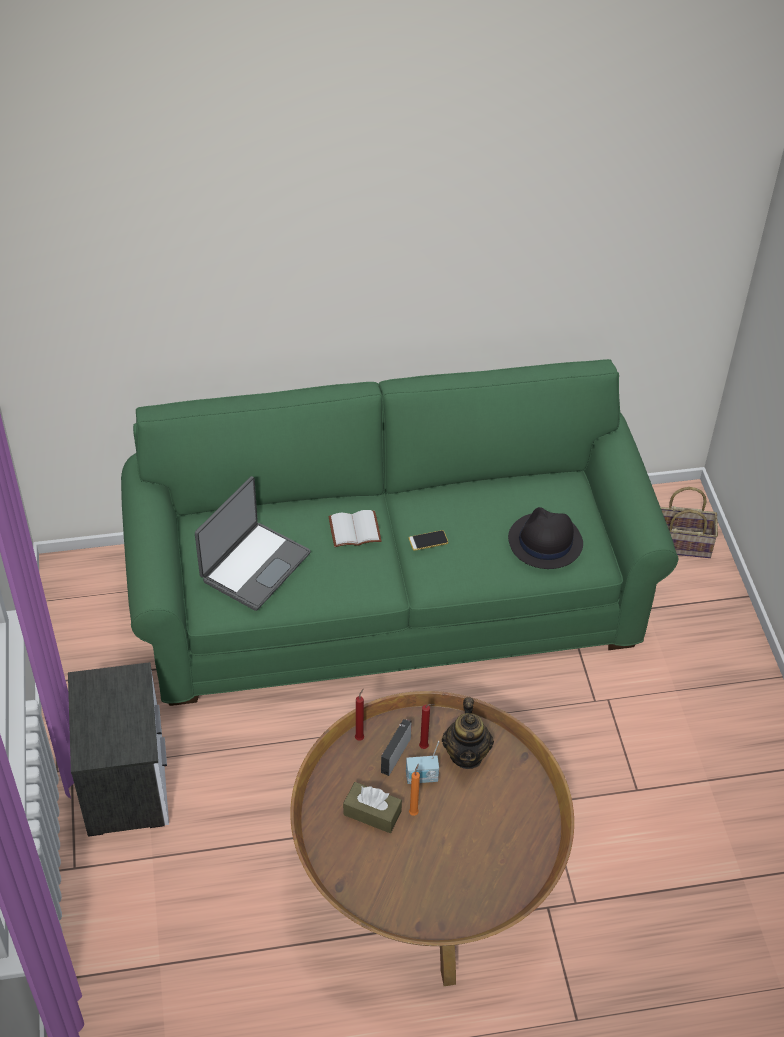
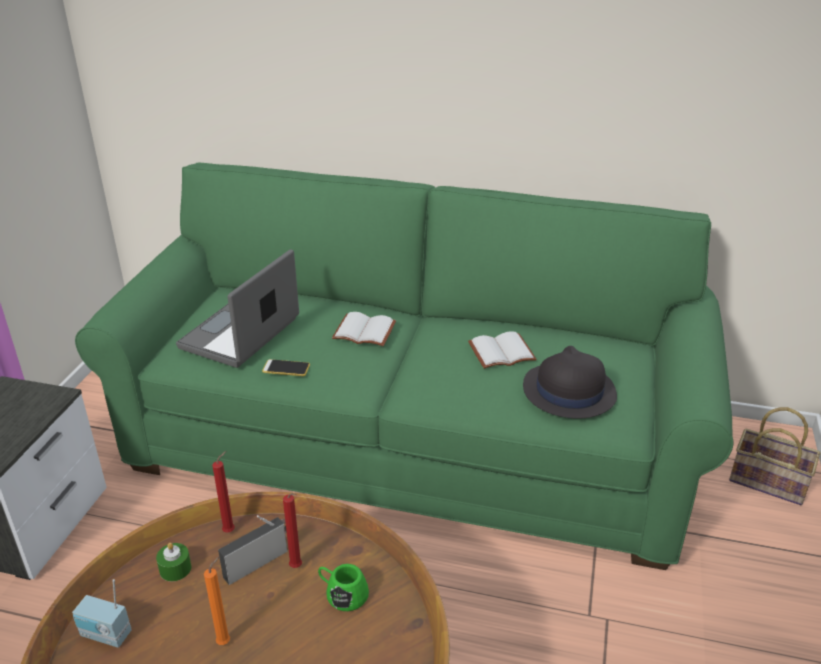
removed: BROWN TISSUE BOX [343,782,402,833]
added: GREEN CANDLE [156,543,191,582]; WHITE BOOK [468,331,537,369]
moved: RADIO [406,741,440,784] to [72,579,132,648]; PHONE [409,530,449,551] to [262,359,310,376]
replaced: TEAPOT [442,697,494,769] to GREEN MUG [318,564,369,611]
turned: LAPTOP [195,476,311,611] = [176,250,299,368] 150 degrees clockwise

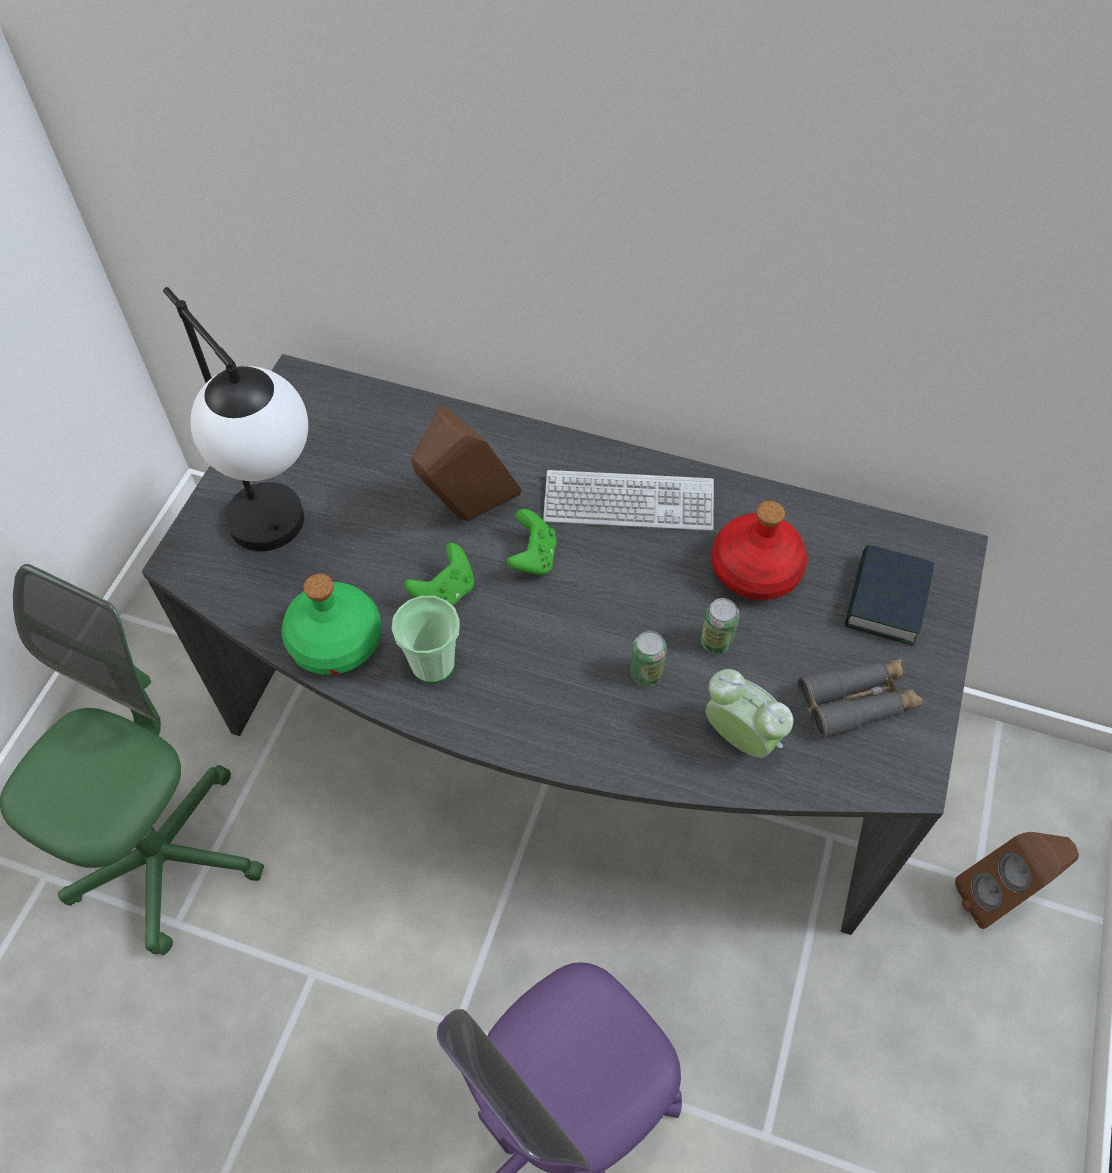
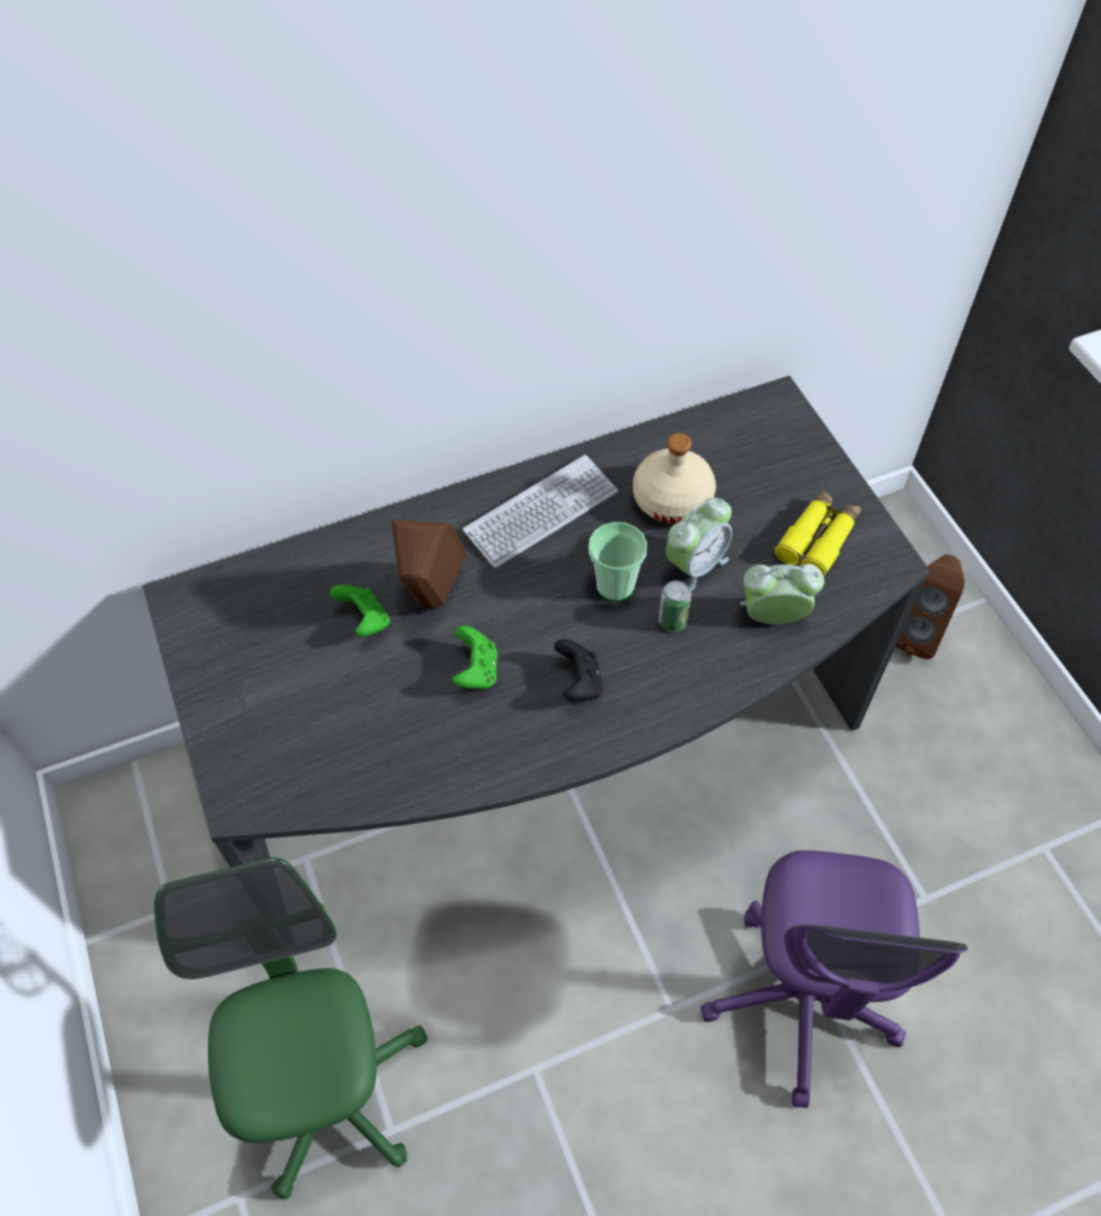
removed: TABLE LAMP [163,287,308,551]; GREEN BOTTLE [282,574,382,675]; BOOK [845,545,934,645]
added: BLACK GAME CONTROLLER [554,639,603,701]
moved: GREEN GAME CONTROLLER [507,509,557,576] to [330,585,390,637]; CUP [392,596,460,683] to [589,522,647,601]
replaced: CAN [701,598,739,654] to ALARM CLOCK [666,497,732,591]
recoloured: RED BOTTLE [712,501,807,600] to BEIGE BOTTLE [633,433,716,524]; GREY BINOCULARS [798,659,923,739] to YELLOW BINOCULARS [775,490,861,577]

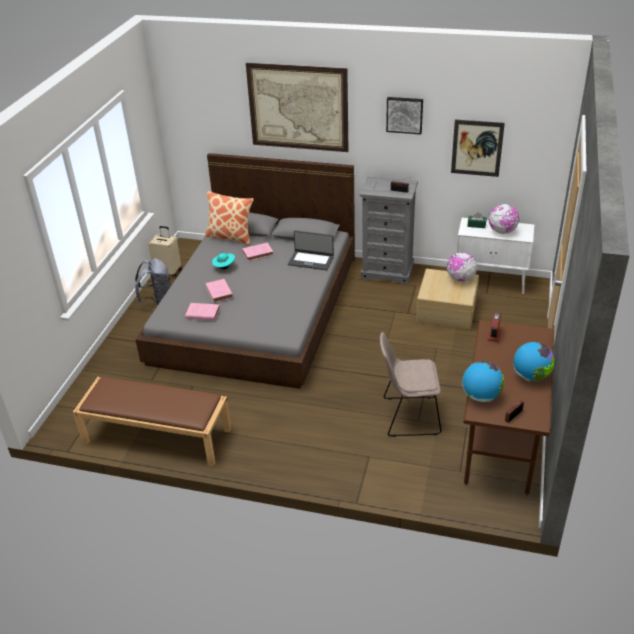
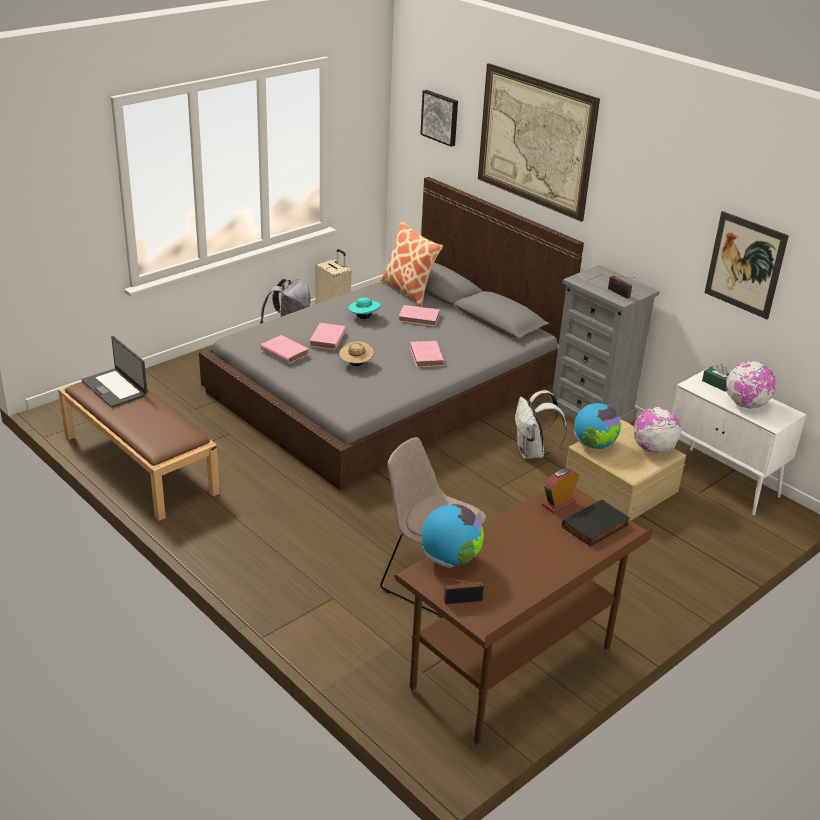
added: BEIGE HAT [339,342,374,366]; PINK BOOK [410,341,445,367]; WHITE BACKPACK [515,390,567,459]; BLACK BOOK [562,499,630,547]
moved: LAPTOP [288,231,334,270] to [81,336,147,408]; PICTURE [386,97,423,135] to [420,90,458,147]; GLOBE [514,342,555,381] to [574,403,621,449]

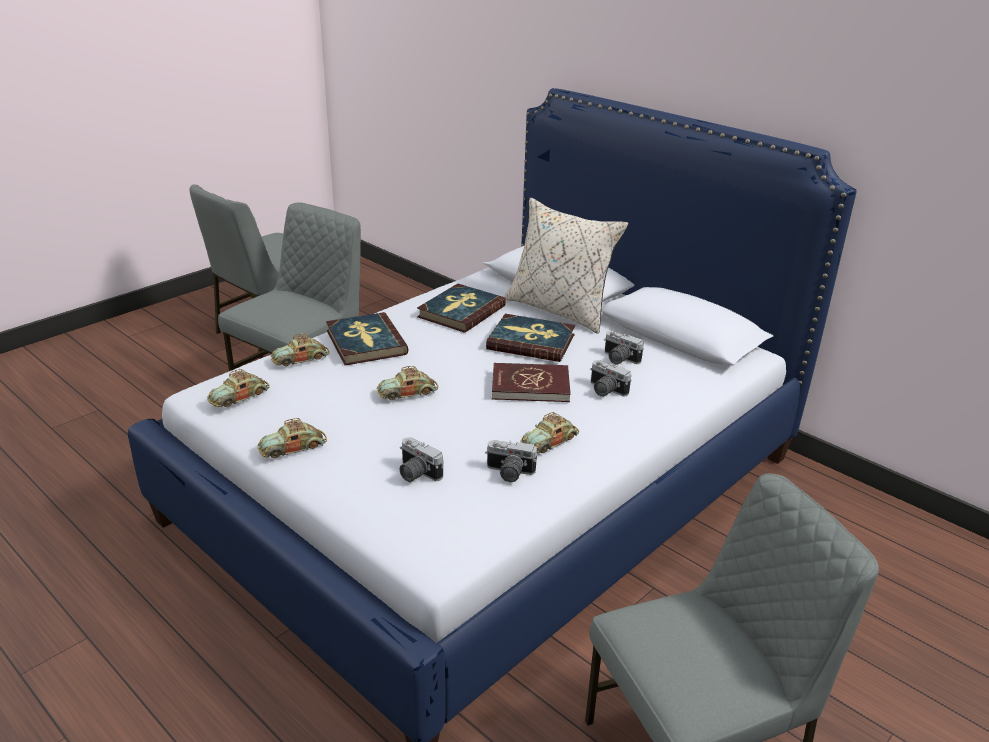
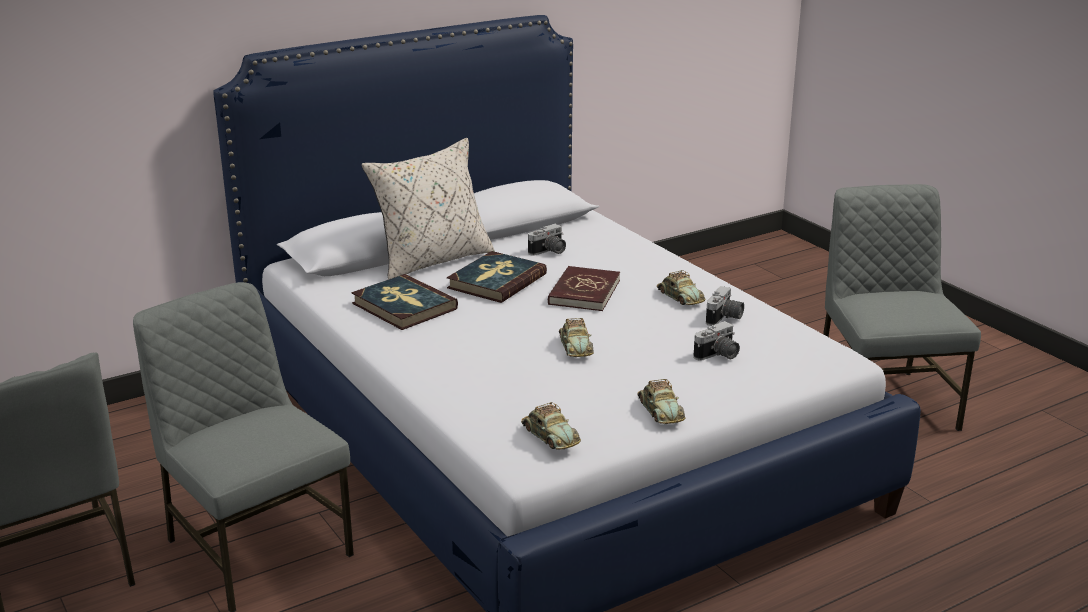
removed: TOY CAR [271,333,330,366]; BOOK [326,312,409,365]; PHOTO CAMERA [590,360,631,397]

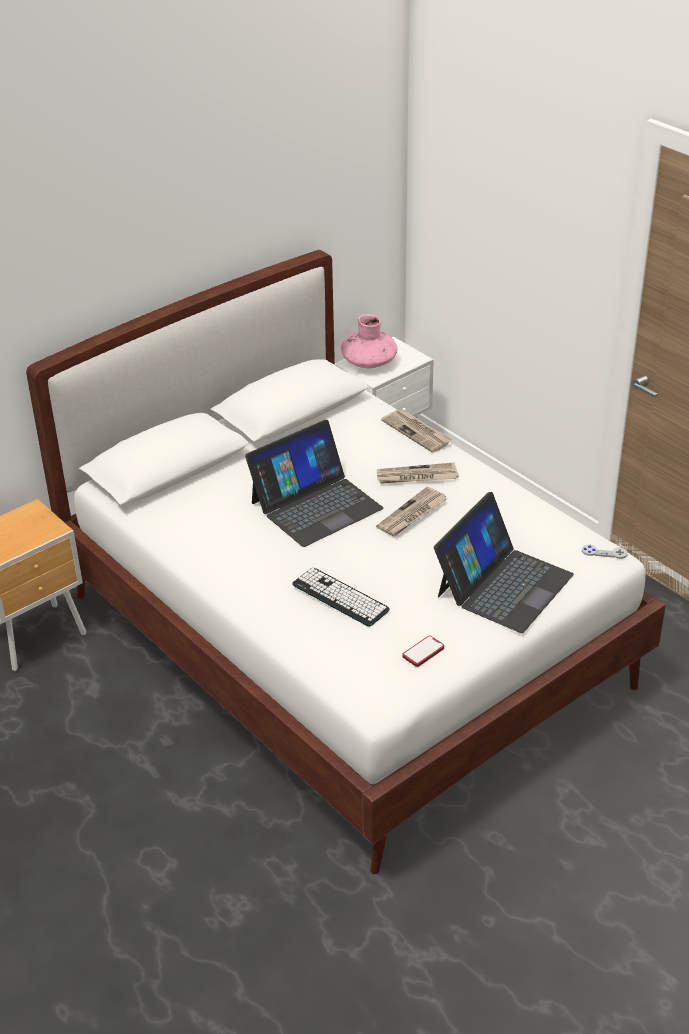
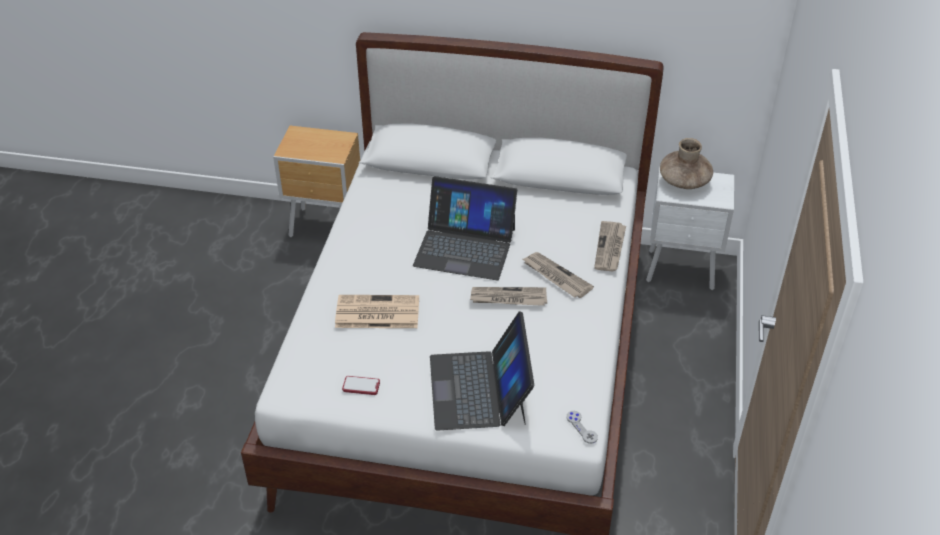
replaced: KEYBOARD [292,568,390,627] to NEWSPAPER [335,295,419,328]
recoloured: PINK VASE [341,314,397,368] to BROWN VASE [660,138,713,189]
turned: LAPTOP [434,492,574,633] = [430,311,534,431] 90 degrees clockwise

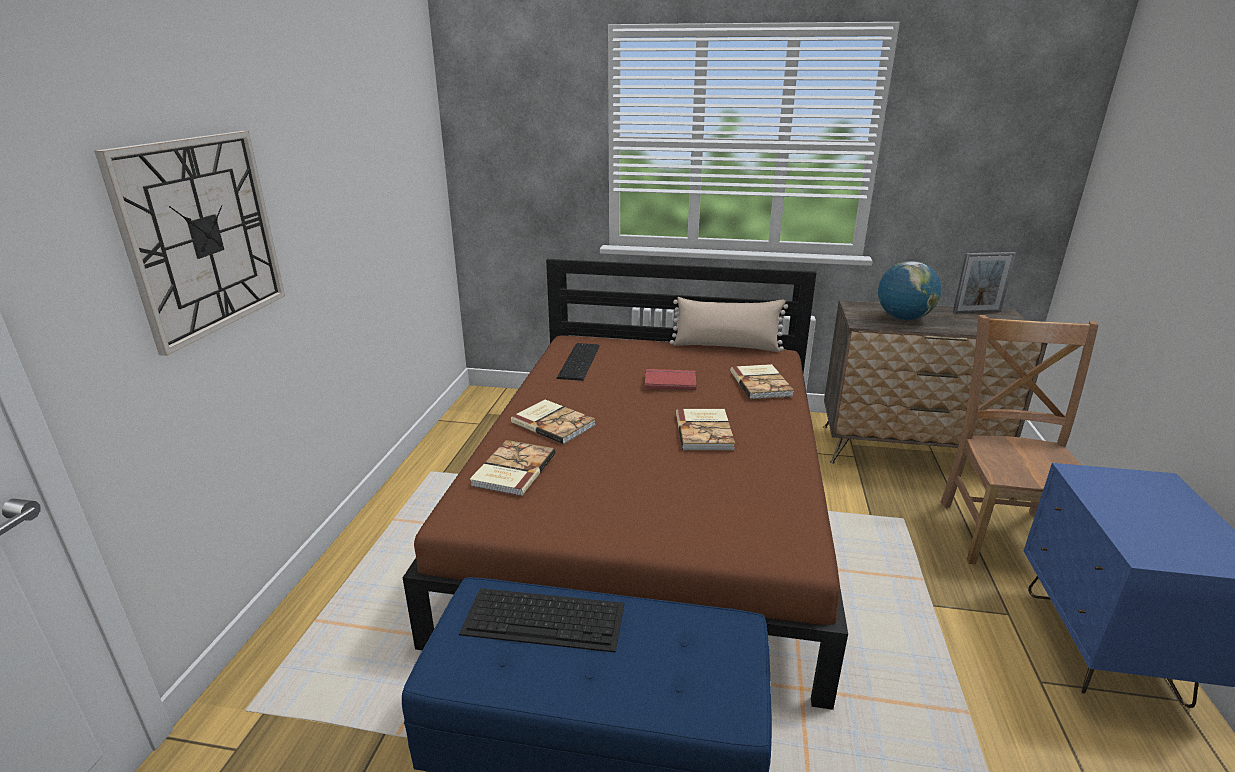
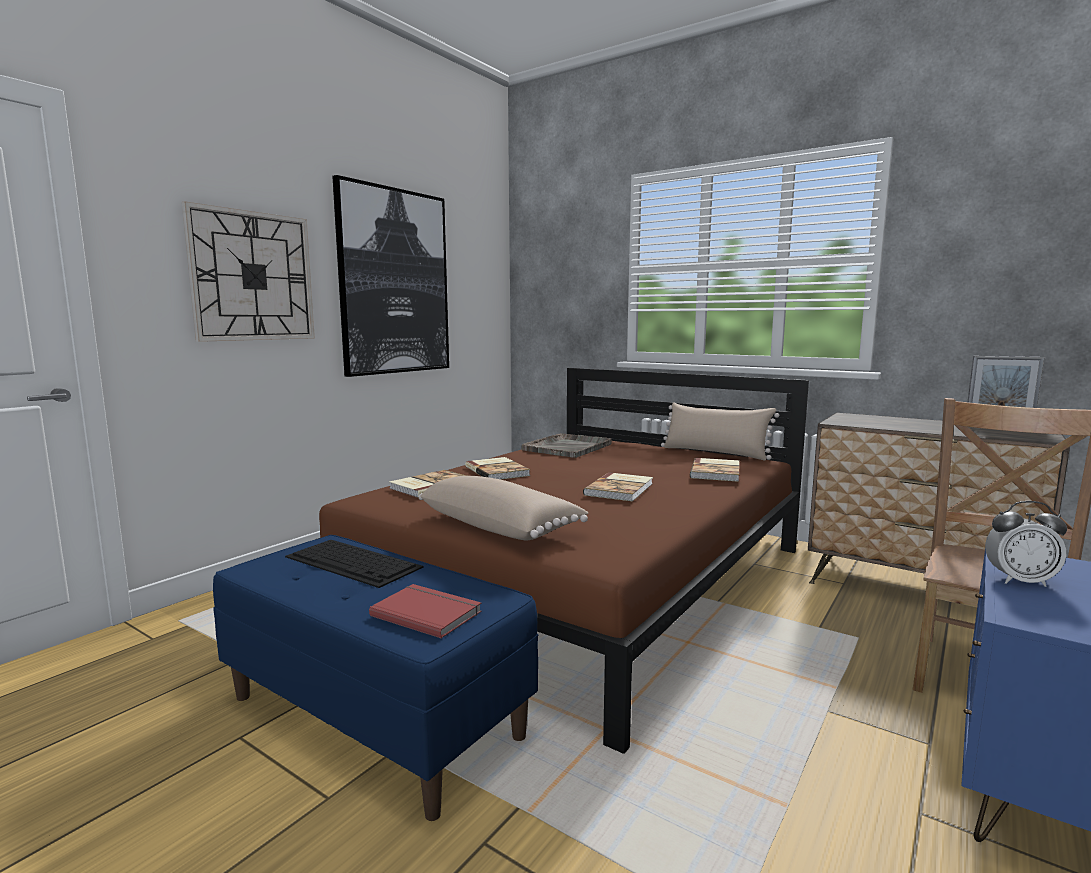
removed: GLOBE [878,261,941,320]
added: PICTURE [332,175,449,377]; BEIGE PILLOW [419,476,588,540]; ALARM CLOCK [985,501,1067,587]
moved: RED BOOK [645,369,696,390] to [369,584,482,639]
replaced: KEYBOARD [557,343,600,381] to GREY TRAY [521,433,612,458]

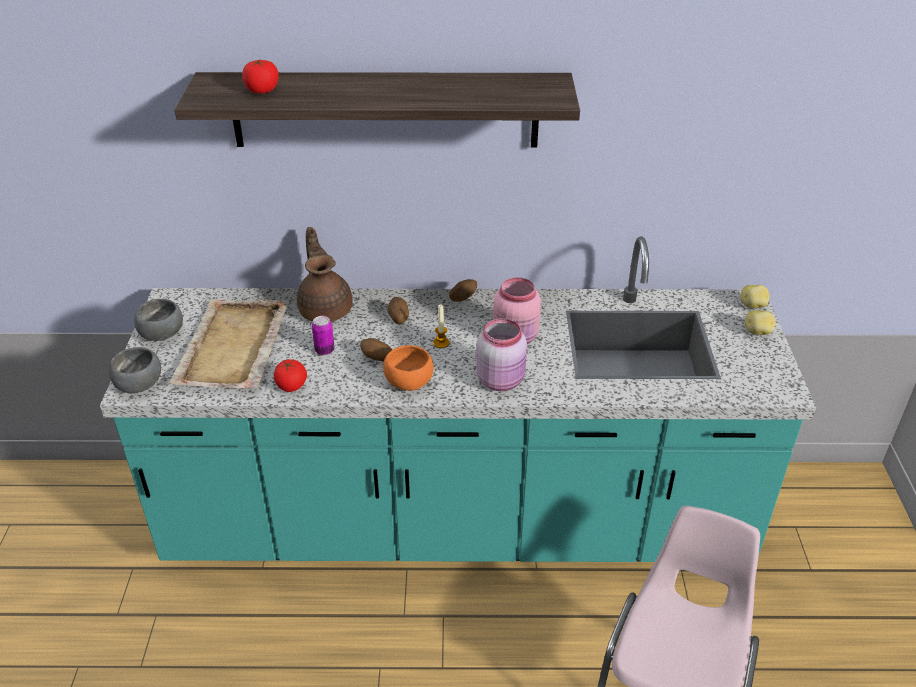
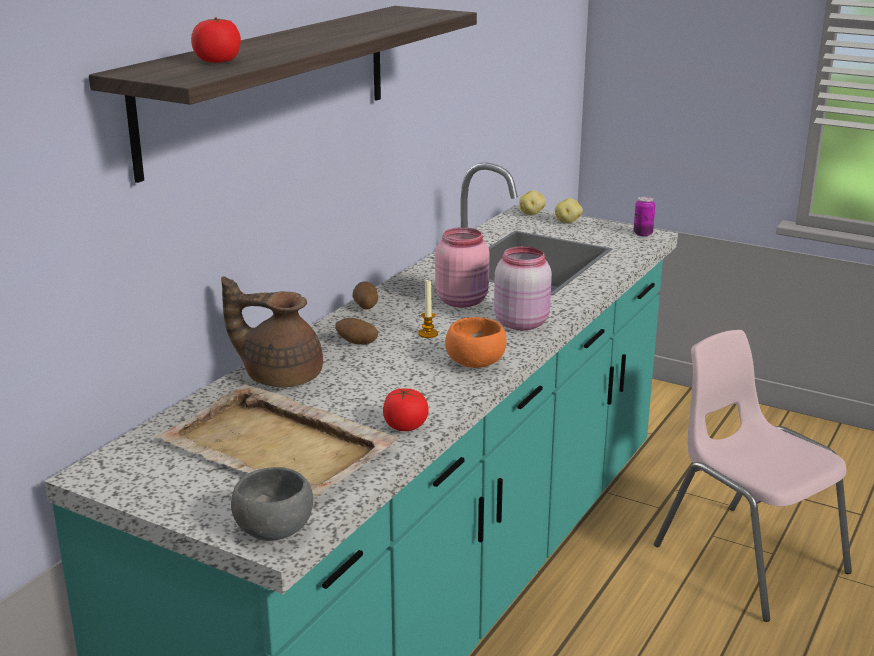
removed: GREY BOWL [134,299,183,341]; POTATO [360,338,392,361]
moved: CAN [312,316,335,355] to [634,197,655,237]

